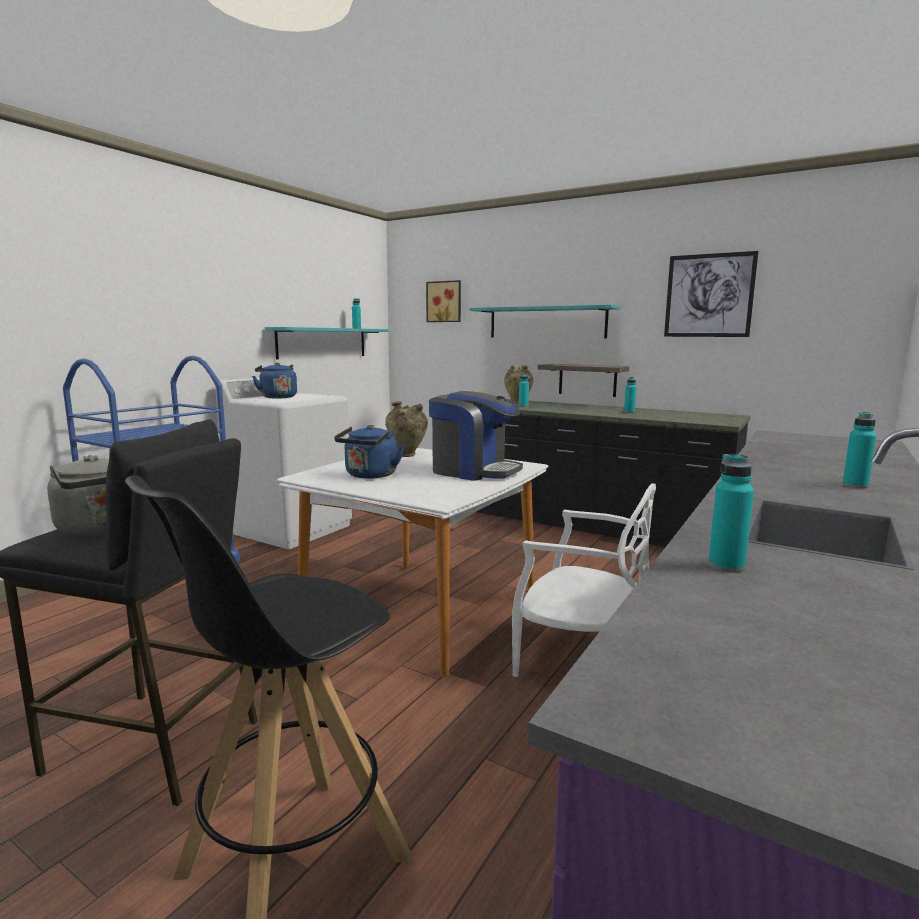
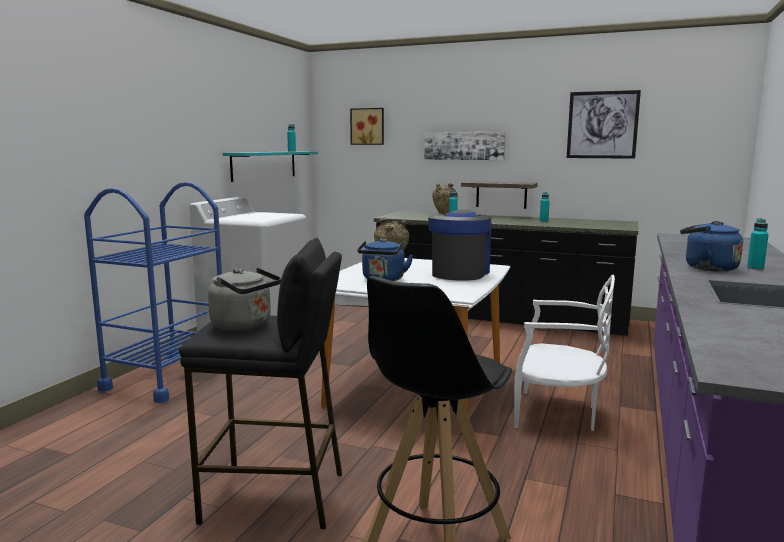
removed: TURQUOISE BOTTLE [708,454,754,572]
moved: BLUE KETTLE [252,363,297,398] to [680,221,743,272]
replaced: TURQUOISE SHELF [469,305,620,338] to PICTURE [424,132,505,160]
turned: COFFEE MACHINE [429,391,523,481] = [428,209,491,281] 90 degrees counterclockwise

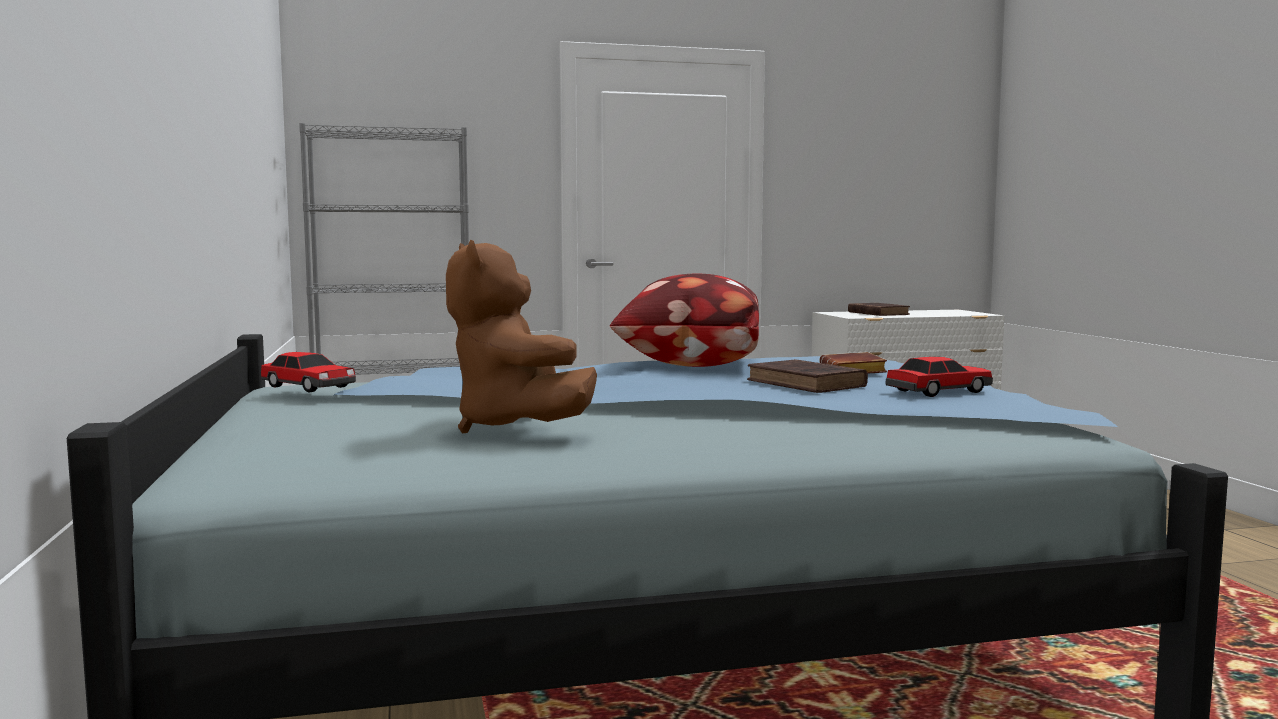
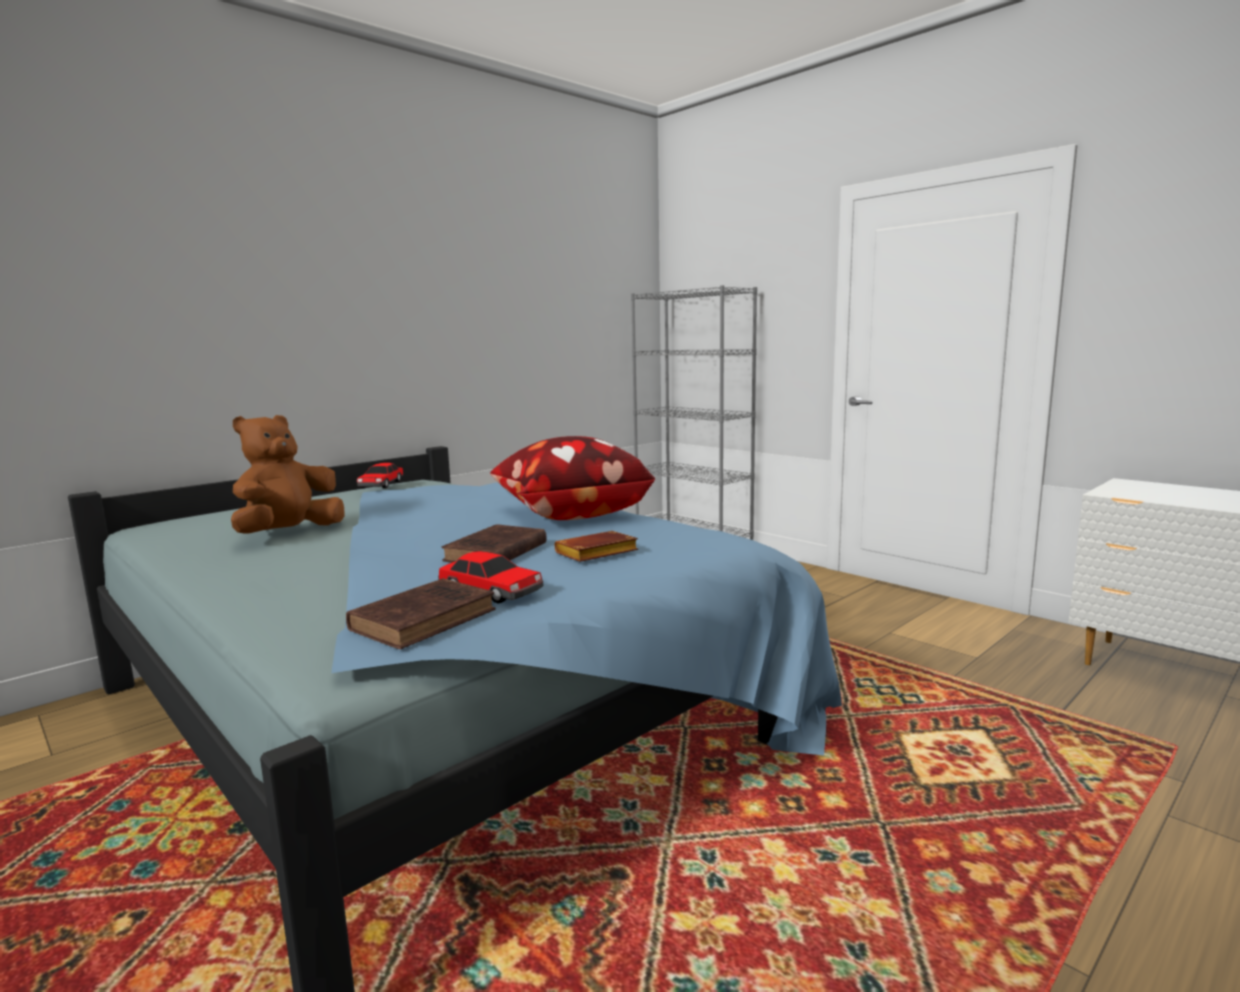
moved: BROWN BOOK [848,303,910,316] to [346,578,496,649]

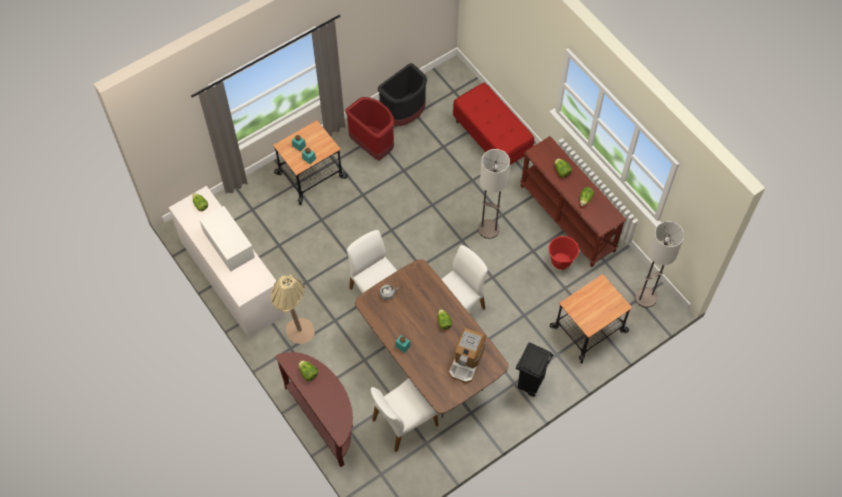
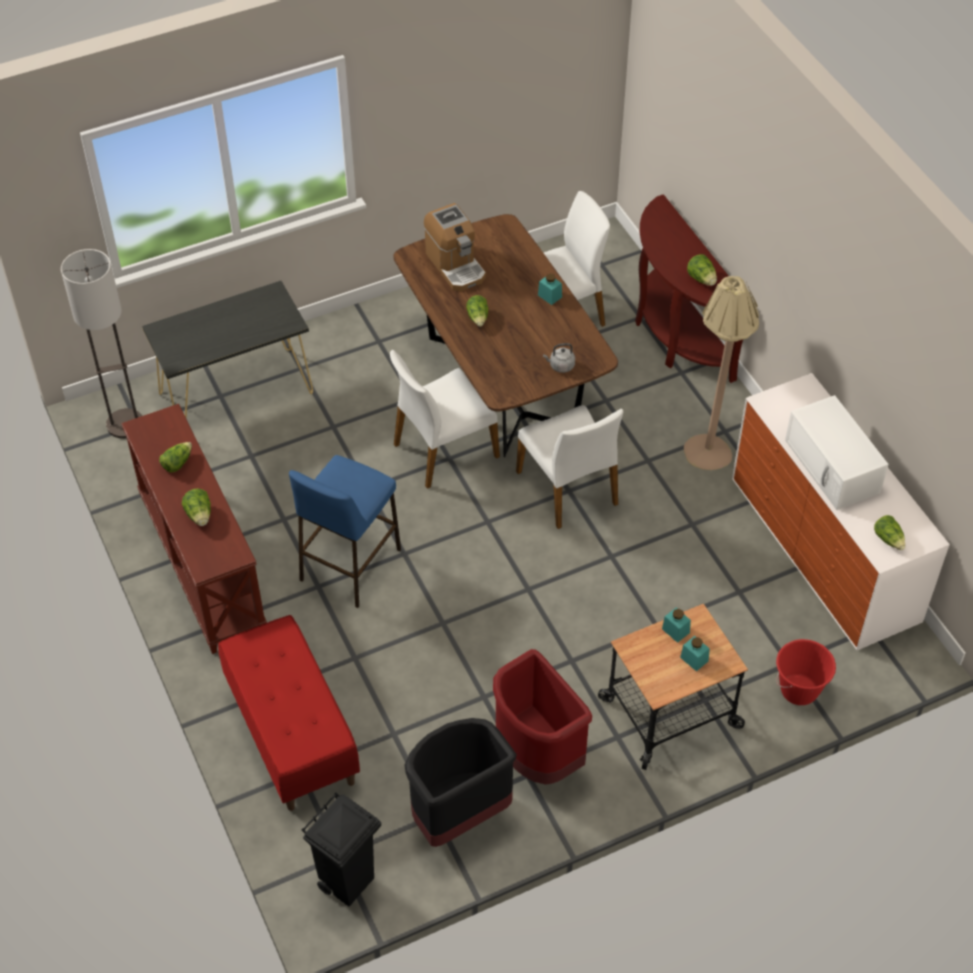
moved: BLACK TRASH CAN [516,343,553,397] to [302,792,381,906]; RED BUCKET [548,236,579,270] to [776,639,836,705]
replaced: CART [550,274,633,364] to BLACK CONSOLE TABLE [142,281,313,419]; FLOOR LAMP [478,149,510,239] to BLUE STOOL [289,455,401,608]
turned: COFFEE MACHINE [449,328,486,383] = [424,203,486,291] 120 degrees clockwise

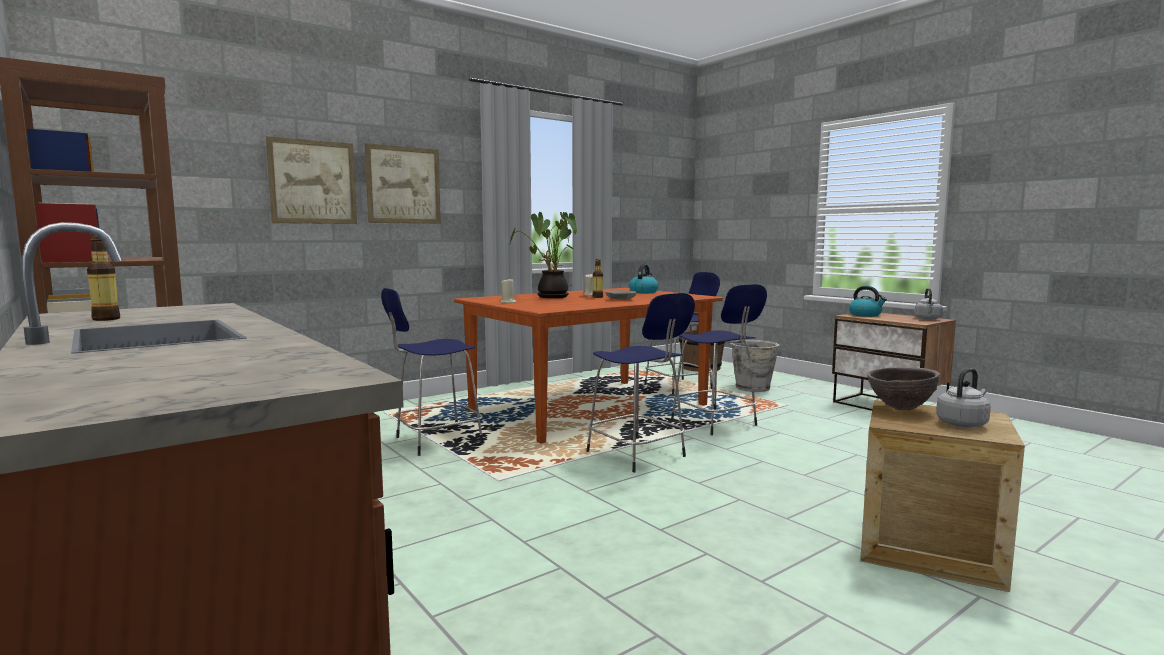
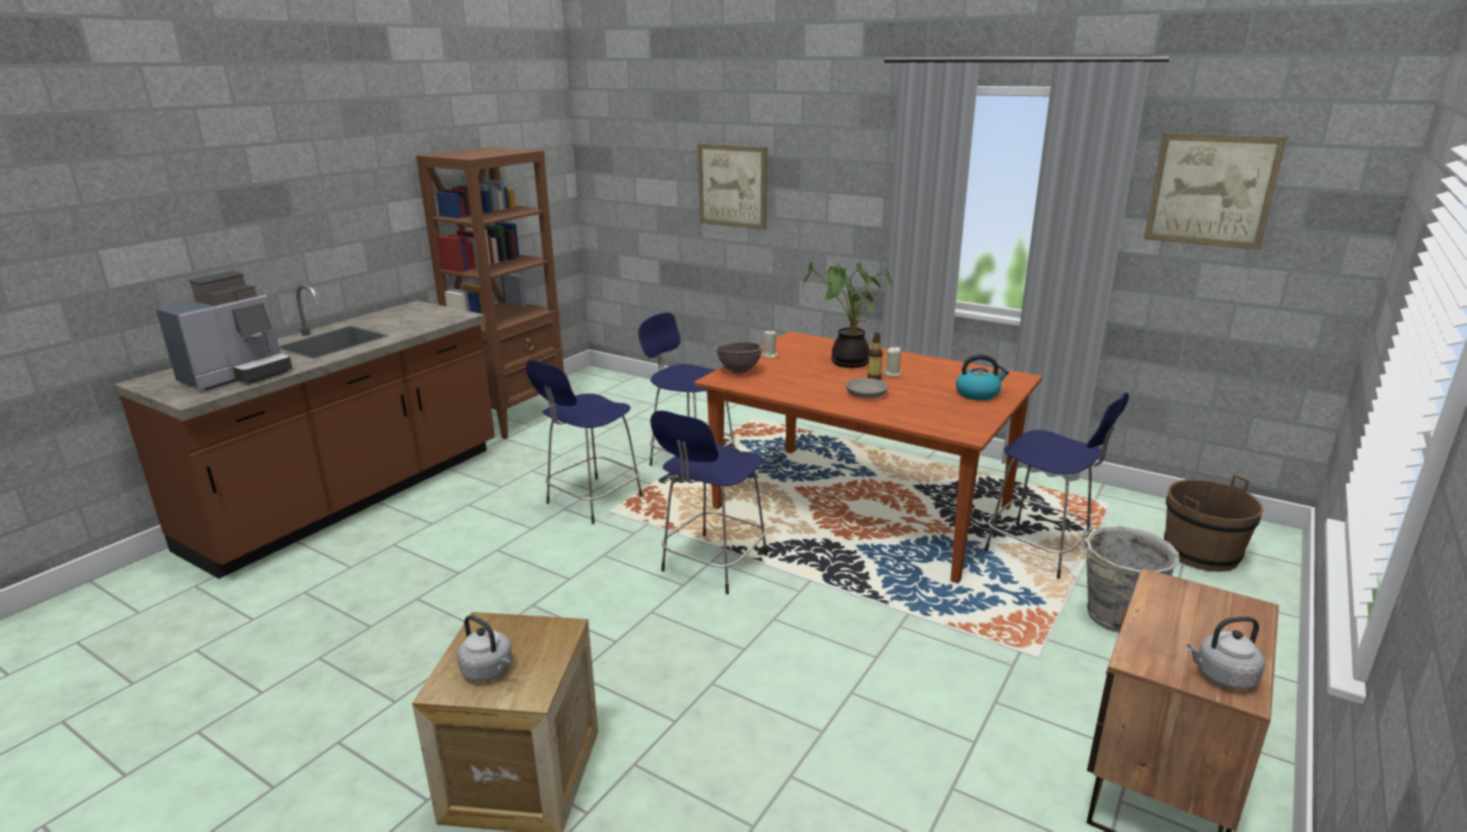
removed: BOTTLE [87,236,120,321]; KETTLE [849,286,887,317]
added: COFFEE MACHINE [156,271,292,390]
moved: BLUE STOOL [671,284,767,435] to [526,360,642,524]; BROWN BOWL [867,367,940,411] to [715,341,763,374]; PICTURE [365,143,441,224] to [1144,133,1287,250]

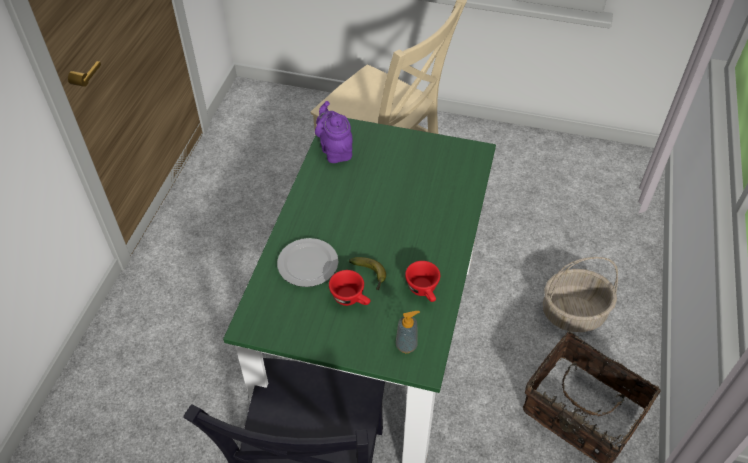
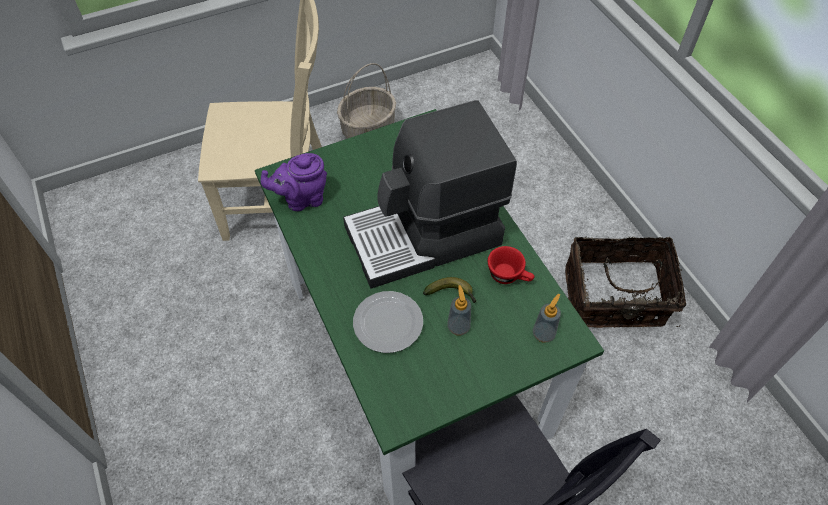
added: COFFEE MACHINE [343,100,517,289]
moved: BASKET [543,257,618,332] to [337,63,396,139]
replaced: RED CUP [329,270,371,306] to SOAP DISPENSER [447,285,471,336]
turned: PURPLE TEAPOT [315,101,353,163] = [261,153,327,211] 45 degrees counterclockwise

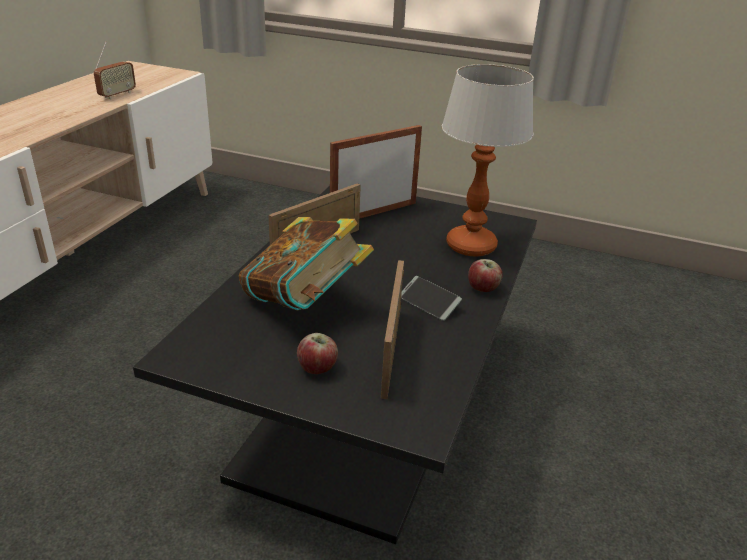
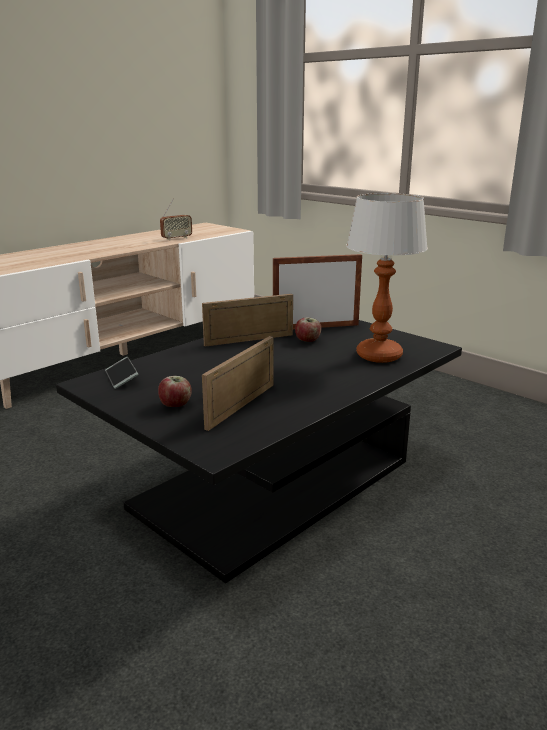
removed: BOOK [239,217,374,311]
moved: PHONE [401,276,462,321] to [105,357,138,389]; APPLE [468,259,503,292] to [295,317,321,342]

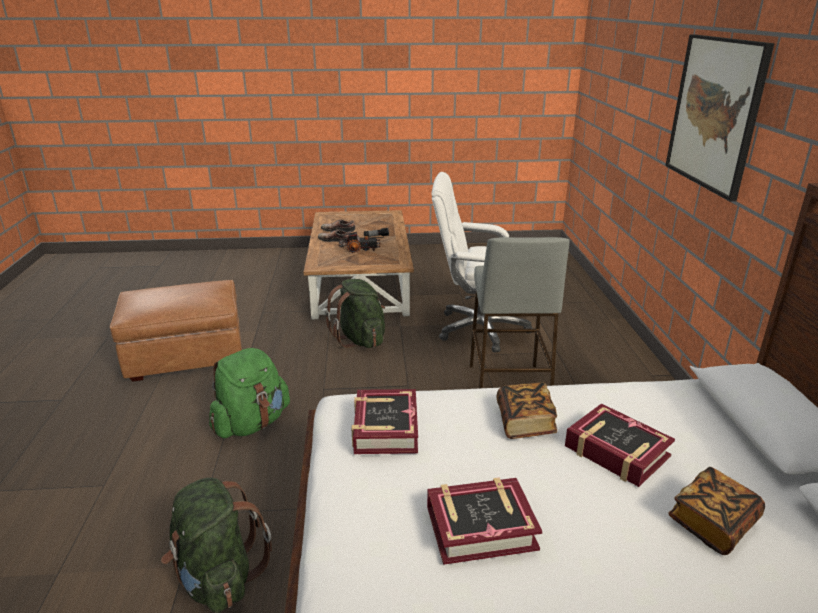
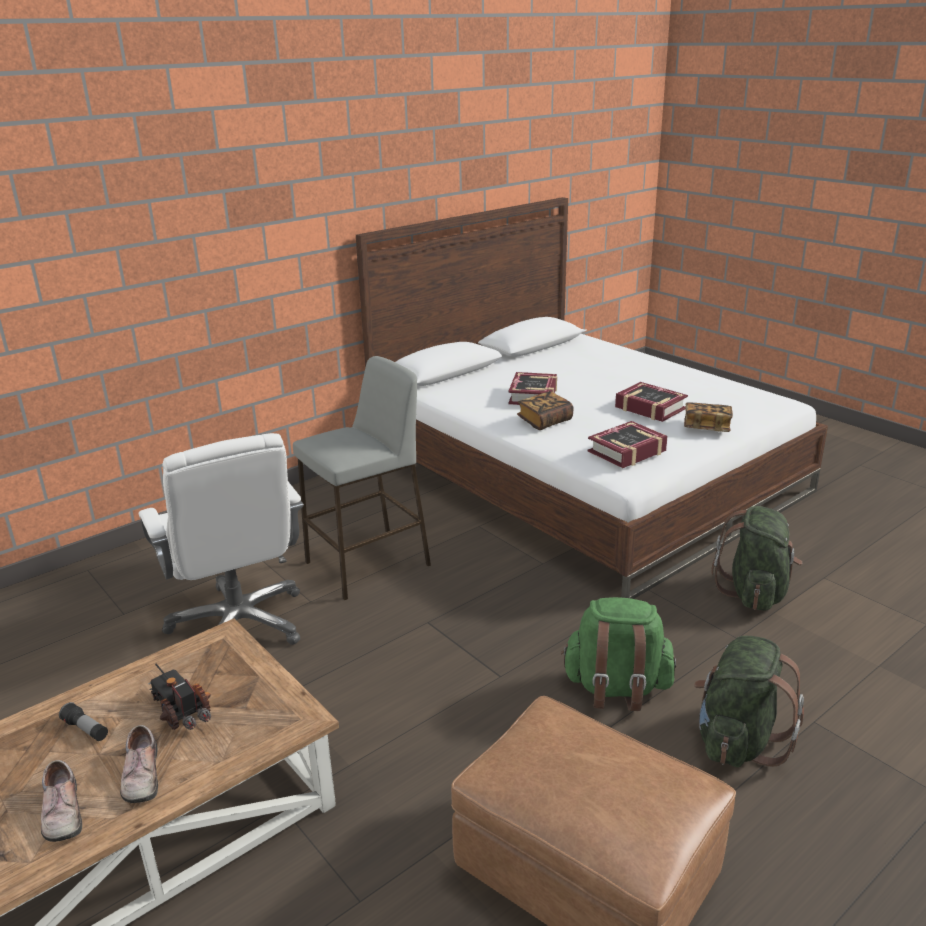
removed: PICTURE [665,35,775,201]
moved: BOOK [668,467,765,555] to [684,402,733,432]; GREEN BACKPACK [325,279,385,348] to [694,636,804,767]

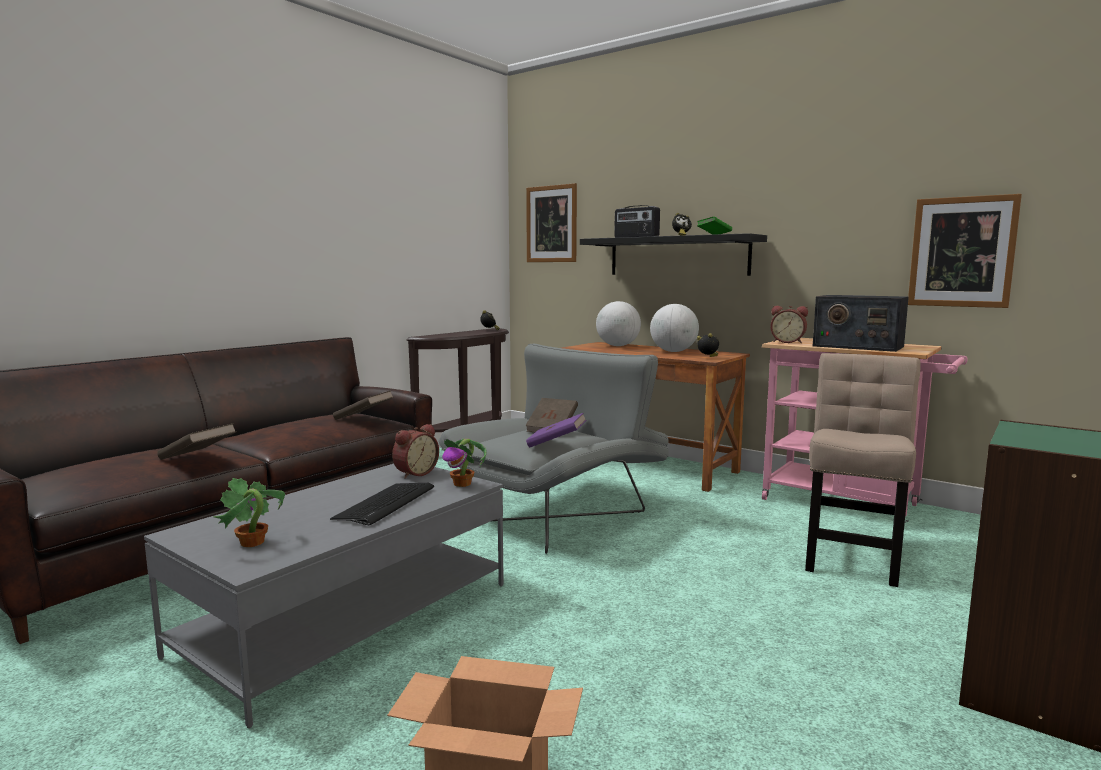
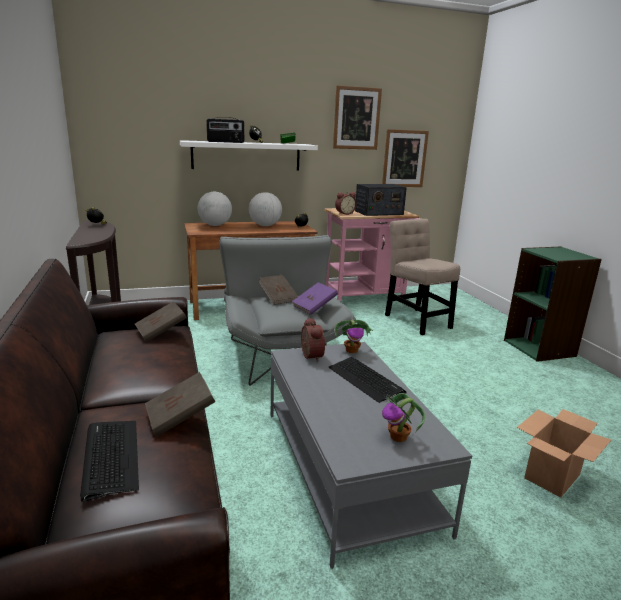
added: KEYBOARD [80,421,139,502]
moved: PICTURE [526,183,577,262] to [333,85,382,150]
recoloured: BLACK SHELF [580,233,767,276] to WHITE SHELF [180,140,318,171]

